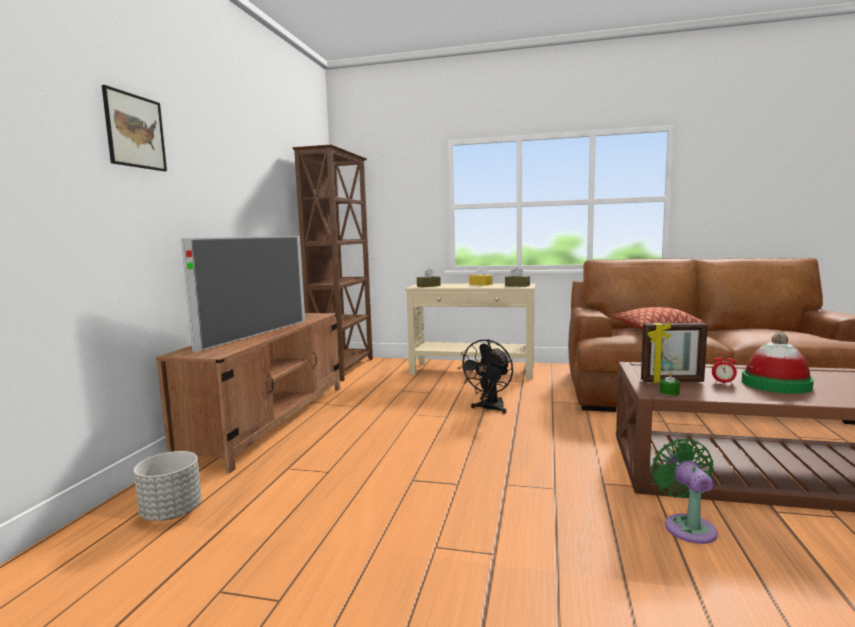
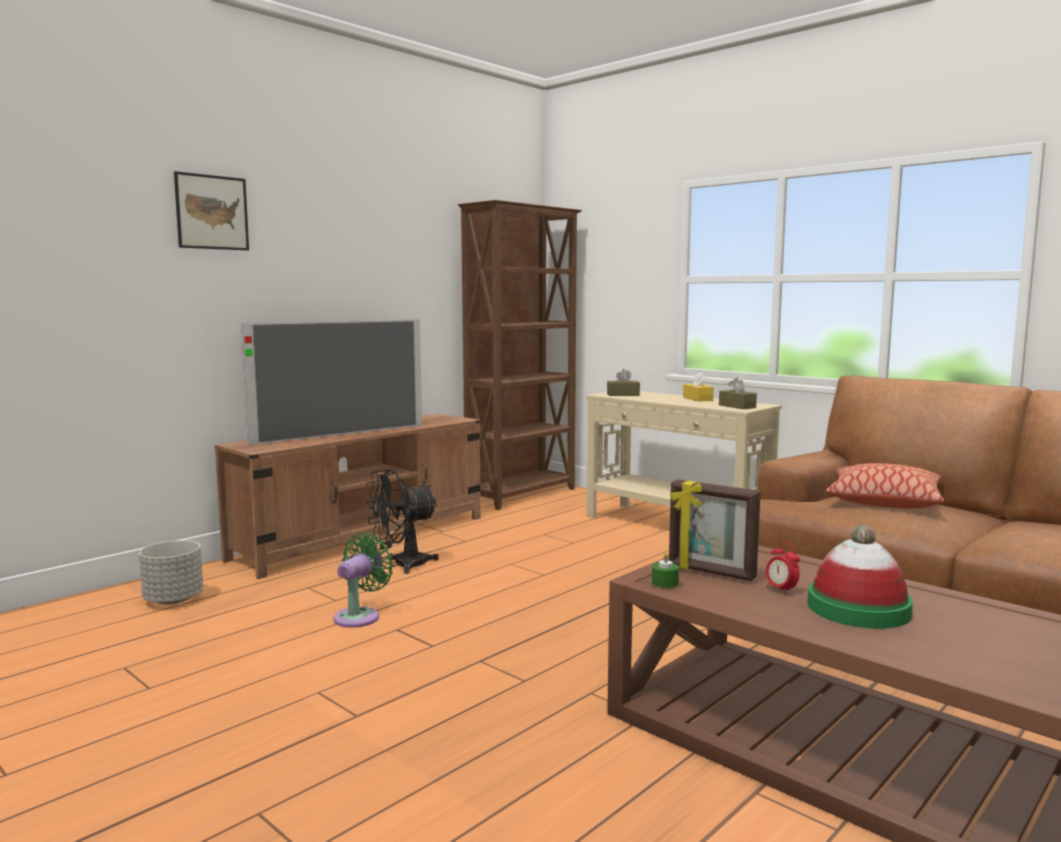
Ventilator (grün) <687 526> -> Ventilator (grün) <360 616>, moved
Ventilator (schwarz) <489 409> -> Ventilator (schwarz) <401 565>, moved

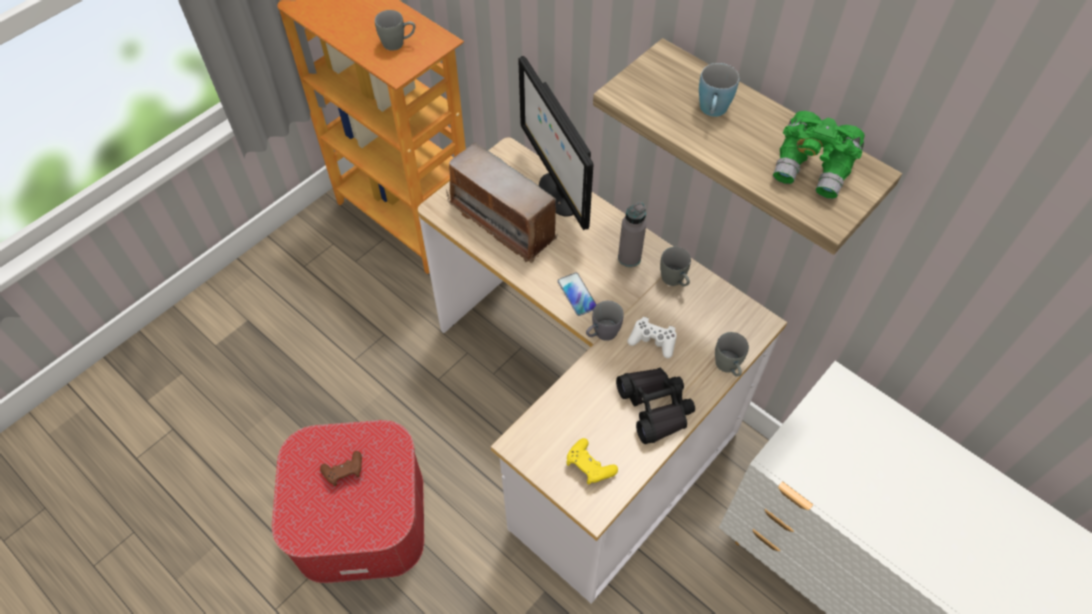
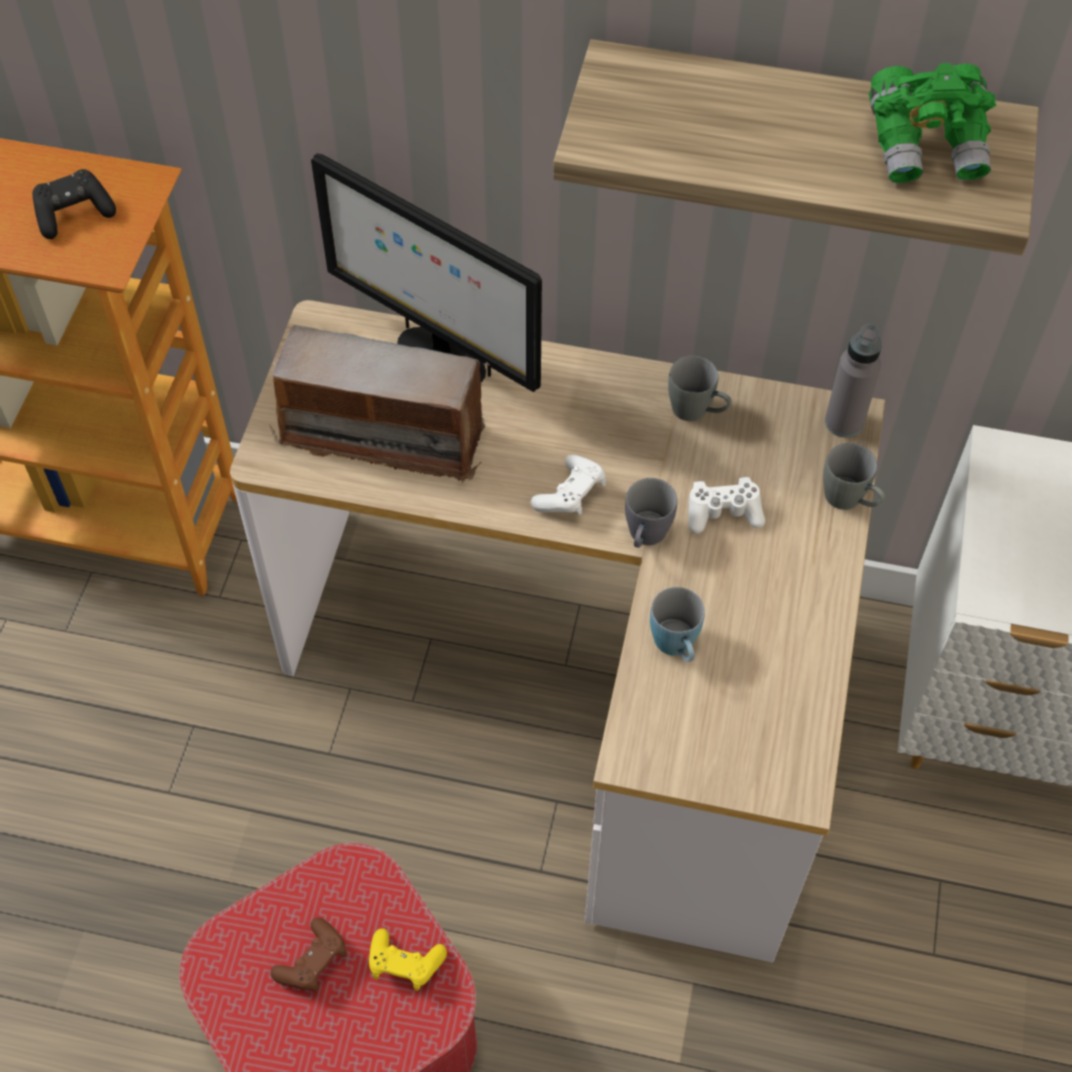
Henkelbecher (grau) <398 43> -> Gamepad (schwarz) <74 214>
Gamepad (gelb) <589 466> -> Gamepad (gelb) <405 964>, moved
Handy <577 294> -> Gamepad (weiß) <570 496>
Henkelbecher (blau) <712 112> -> Henkelbecher (blau) <677 647>, moved
Flasche (grau) <629 258> -> Flasche (grau) <844 422>, moved
Fernglas (schwarz) <655 407> -> none

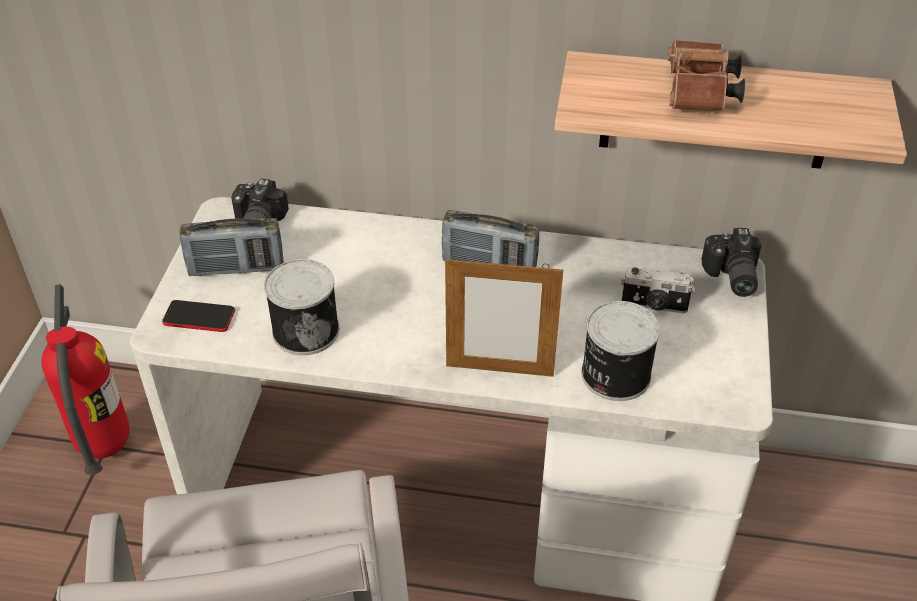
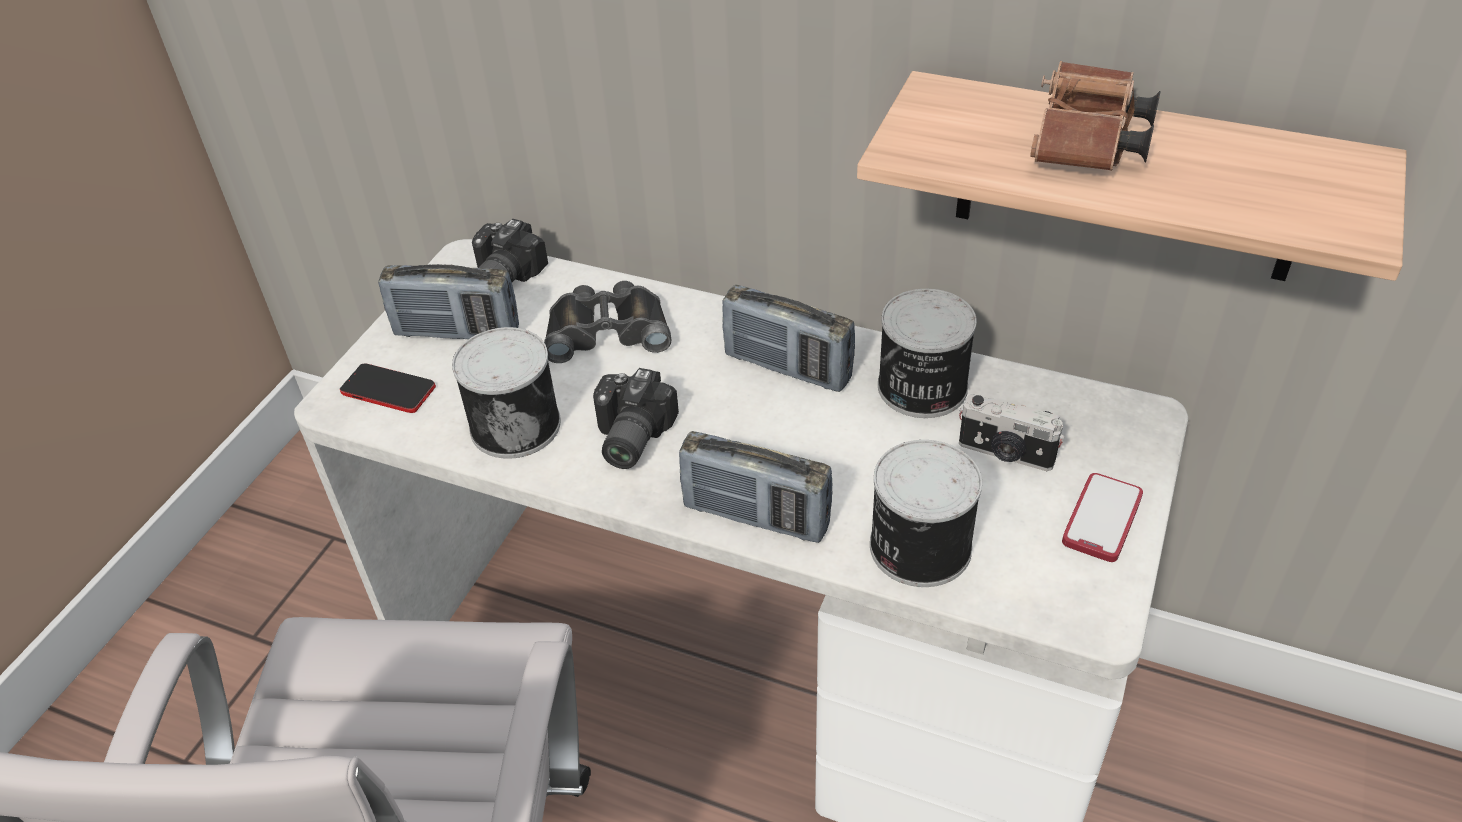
none -> Fernglas (schwarz) <607 330>
Kamera <730 277> -> Kamera <627 437>, moved
Bilderrahmen <499 370> -> Radio <756 516>
none -> Dose <921 388>
none -> Handy <1102 519>
Feuerlöscher <103 447> -> none

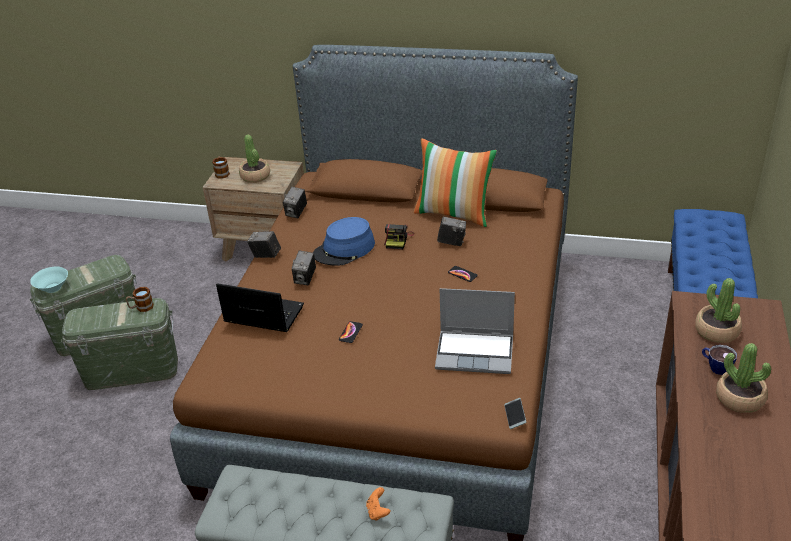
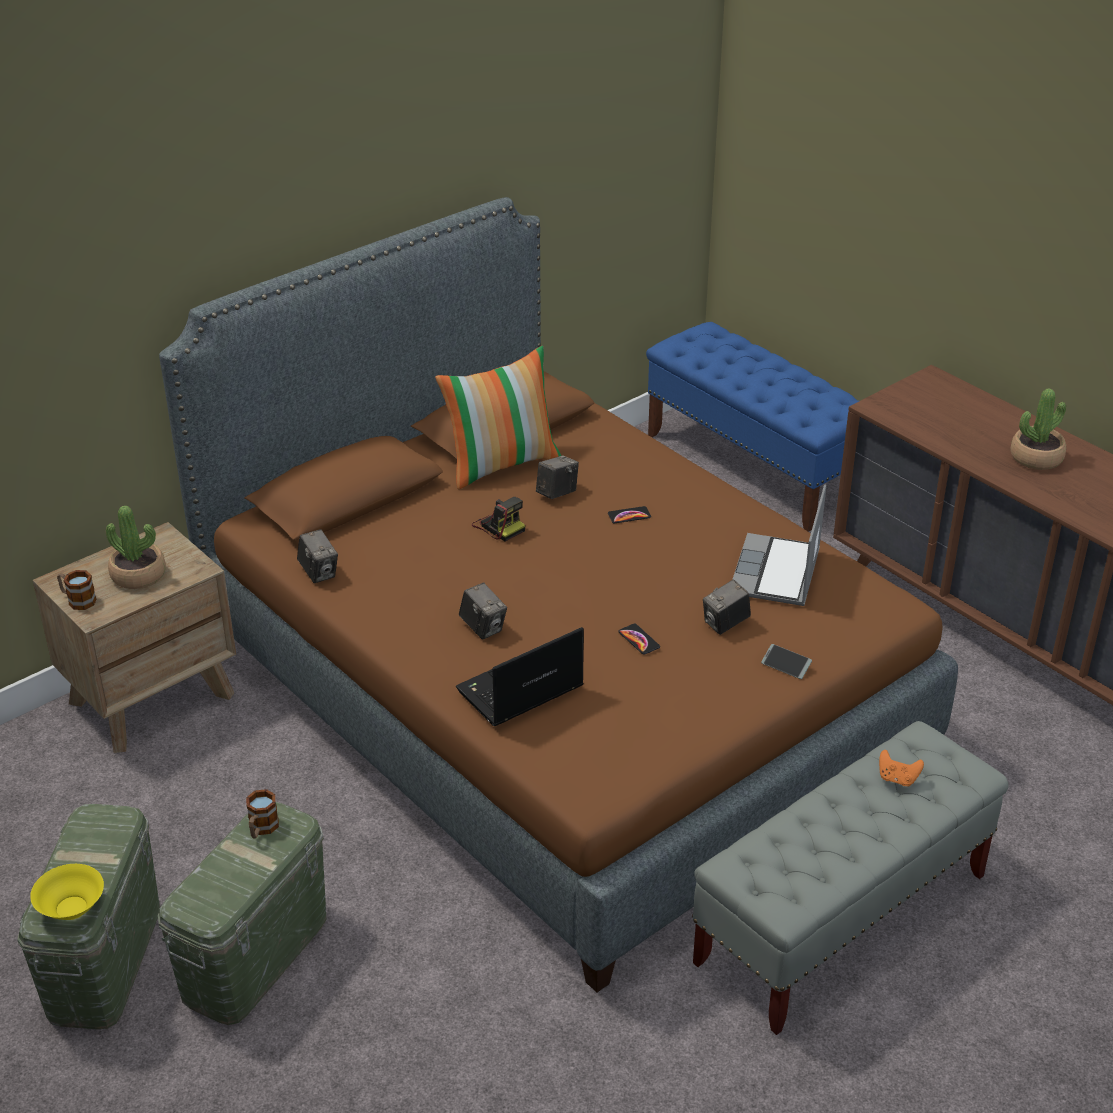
Schüssel (türkis) <52 288> -> Schüssel (gelb) <71 908>
Kamera <266 255> -> Kamera <725 624>, moved
Laptop <476 352> -> Laptop <776 574>, 150 degrees clockwise
Handy <515 416> -> Handy <786 665>, moved
Hut (blau) <344 249> -> none
Topfpflanze <716 331> -> none
Tasse <715 366> -> none

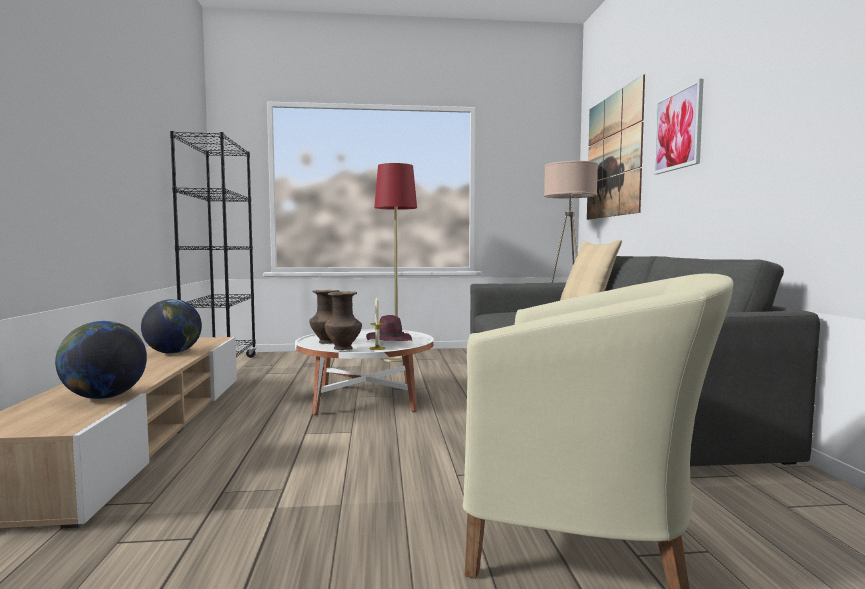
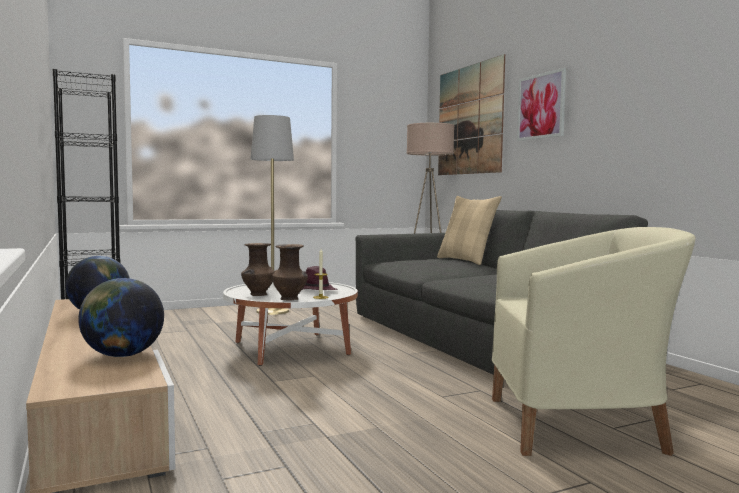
Stehlampe (rot) <396 358> -> Stehlampe (grau) <272 311>

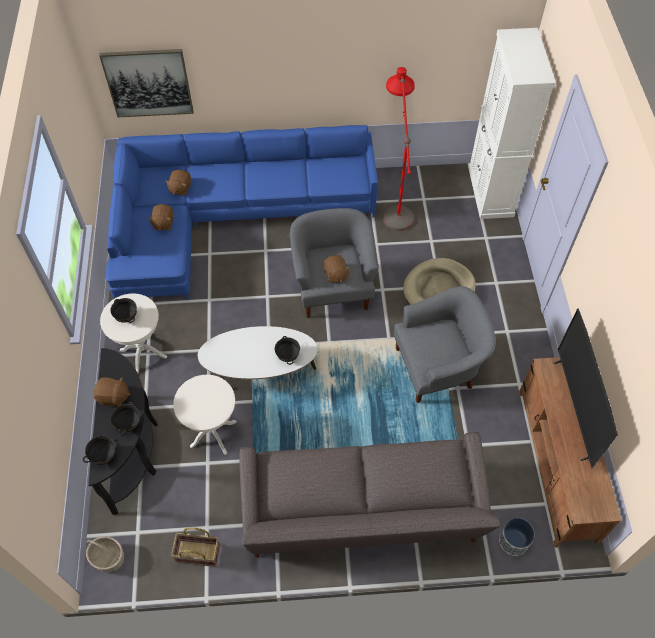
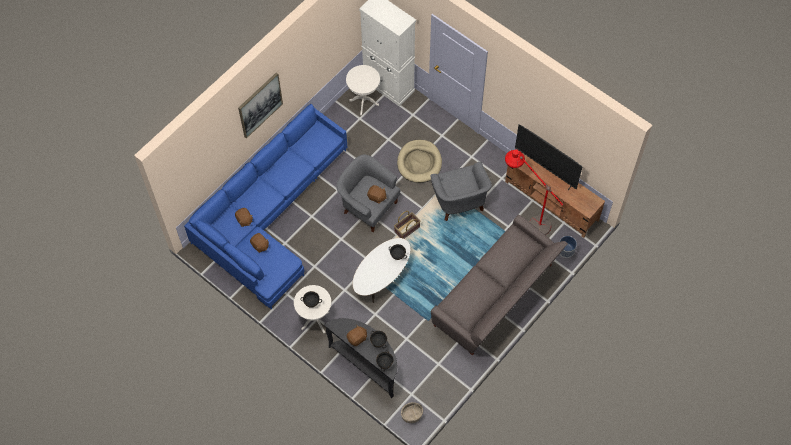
Bild <148 83> -> Bild <260 105>, moved
Beistelltisch (weiß) <213 434> -> Beistelltisch (weiß) <364 102>, moved
Korb <198 554> -> Korb <407 229>, moved
Sessel (grau) <437 368> -> Sessel (grau) <459 202>, 135 degrees clockwise
Stehlampe (rot) <395 201> -> Stehlampe (rot) <526 217>, moved

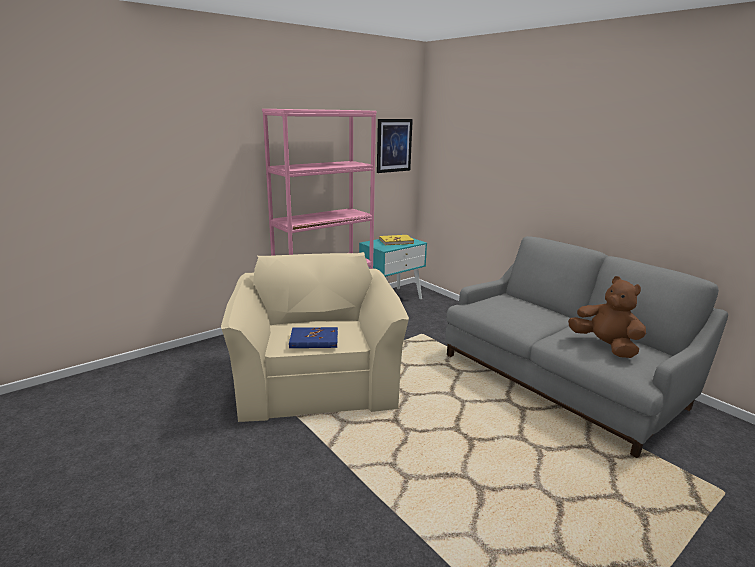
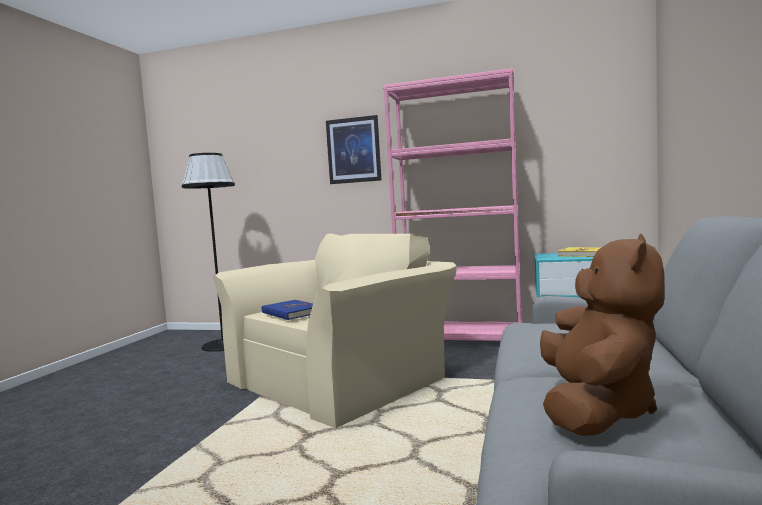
none -> Stehlampe (schwarz) <223 345>
Bild <394 145> -> Bild <353 150>, moved

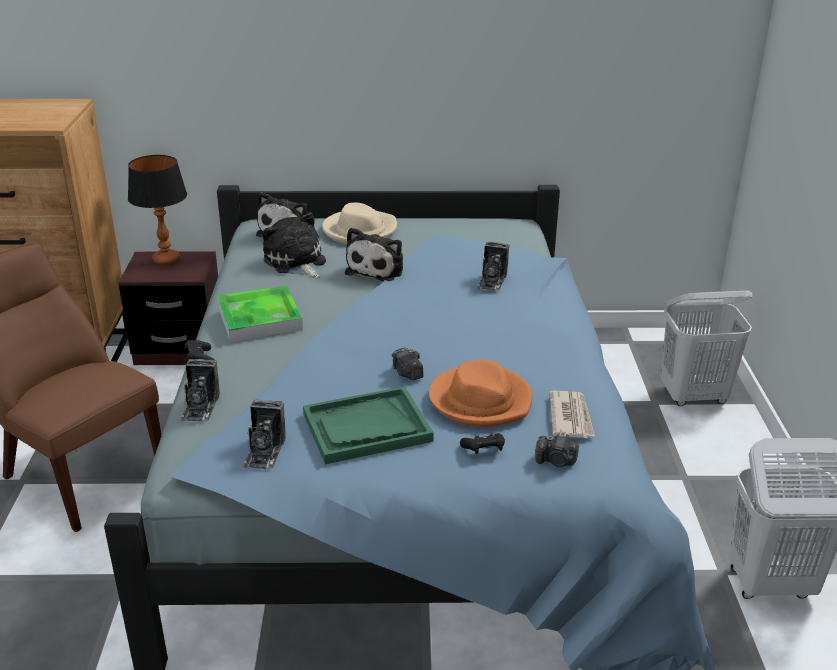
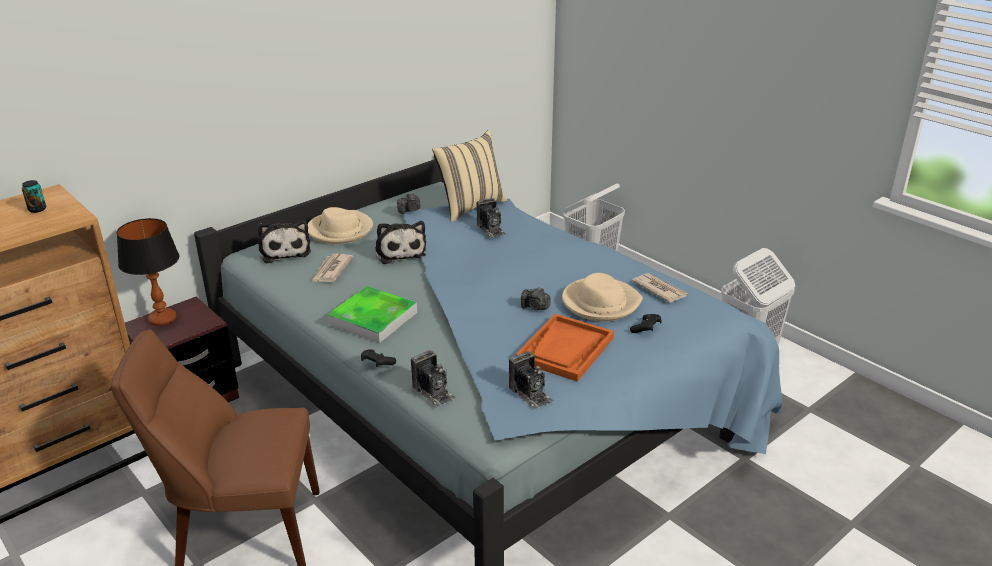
none -> Dose <37 209>
Plüschtier <296 262> -> Zeitung <331 270>
Kamera <556 461> -> Kamera <410 210>, moved
none -> Kissen (beige) <470 207>
Tablett (grün) <366 428> -> Tablett (orange) <565 349>
Hut (orange) <480 400> -> Hut (beige) <600 302>

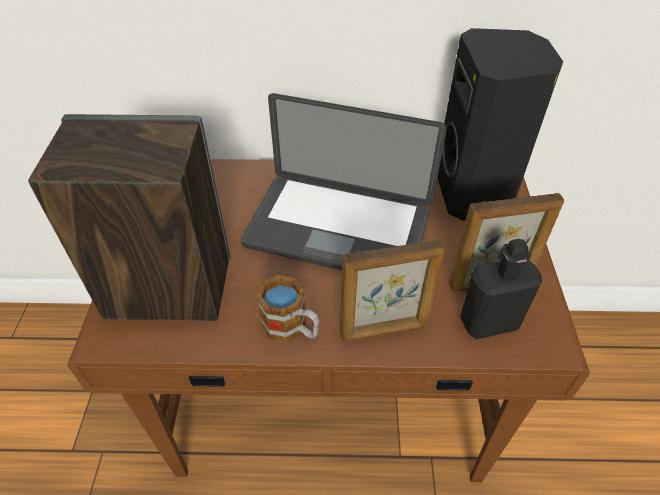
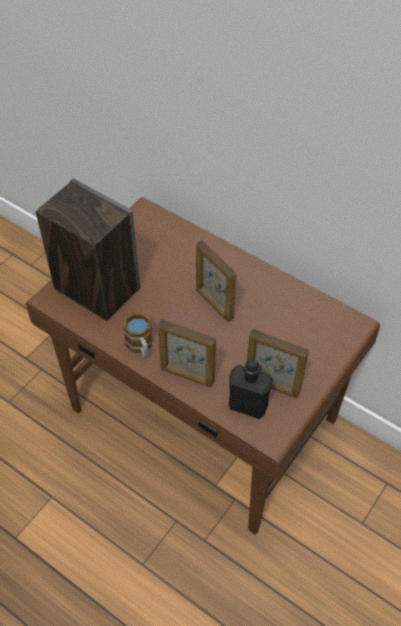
Laptop <338 229> -> Bilderrahmen <214 304>
Lautsprecher (schwarz) <475 193> -> none

